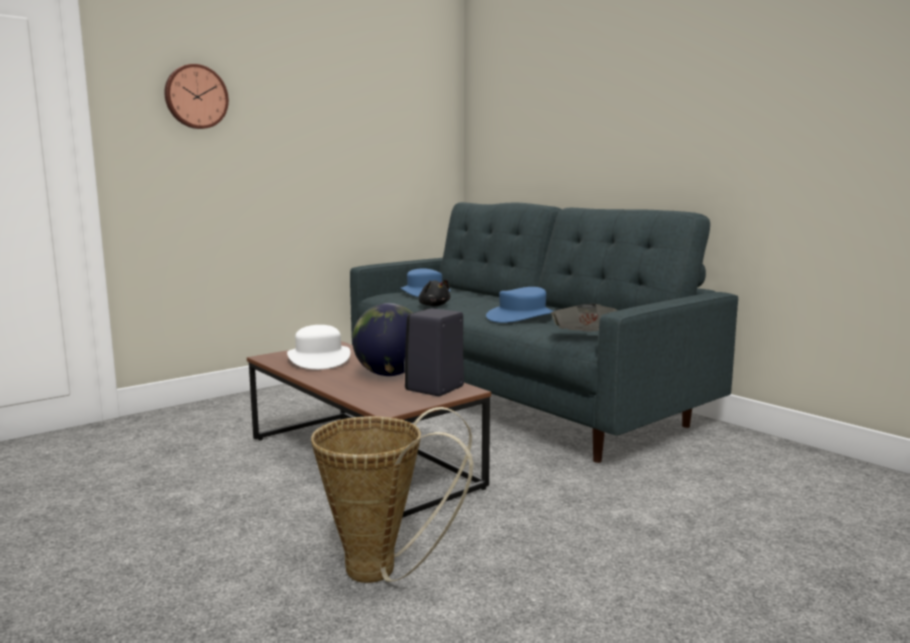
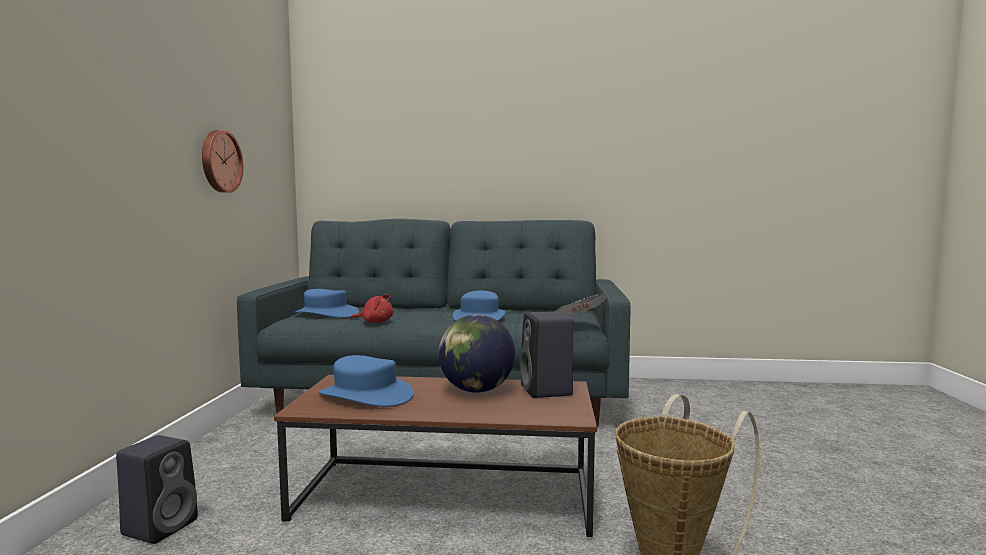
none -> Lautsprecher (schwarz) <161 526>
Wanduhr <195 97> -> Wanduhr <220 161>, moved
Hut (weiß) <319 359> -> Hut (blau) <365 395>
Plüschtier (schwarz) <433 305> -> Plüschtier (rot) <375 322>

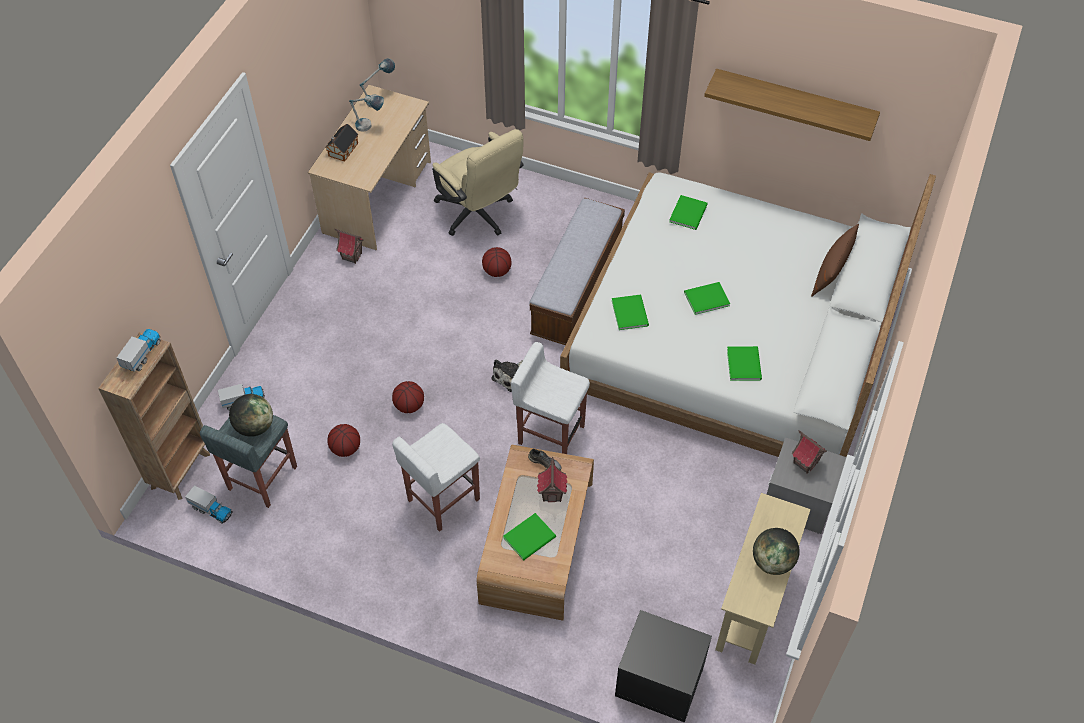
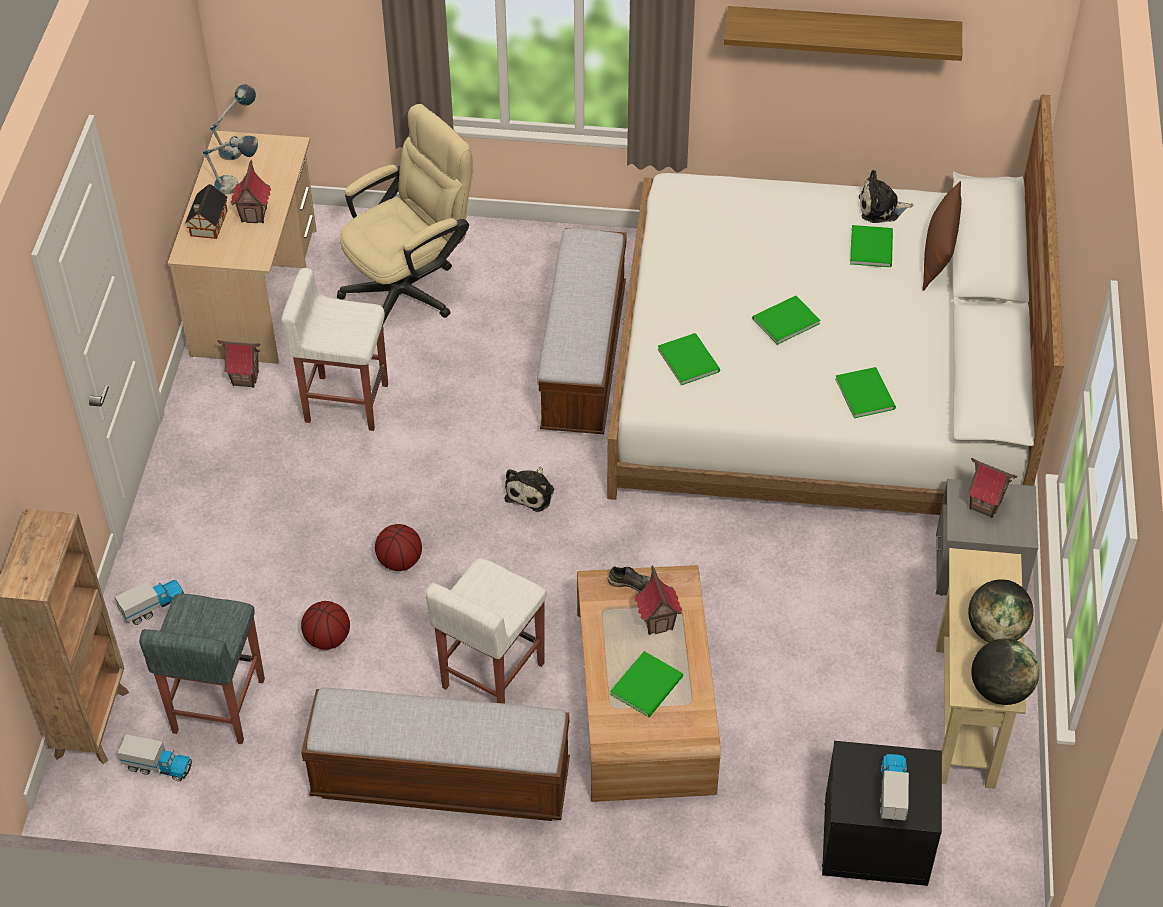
none -> Spielzeughaus <254 215>
Hocker (weiß) <550 434> -> Hocker (weiß) <345 402>, moved
none -> Bank <441 781>
Bürostuhl (beige) <479 215> -> Bürostuhl (beige) <410 288>, 75 degrees counterclockwise
Buch (grün) <689 213> -> Buch (grün) <872 247>, moved
none -> Plüschtier <881 208>
Spielzeuglaster <142 355> -> Spielzeuglaster <892 794>, moved
Globus <254 427> -> Globus <1000 690>, moved
Basketball <497 271> -> none

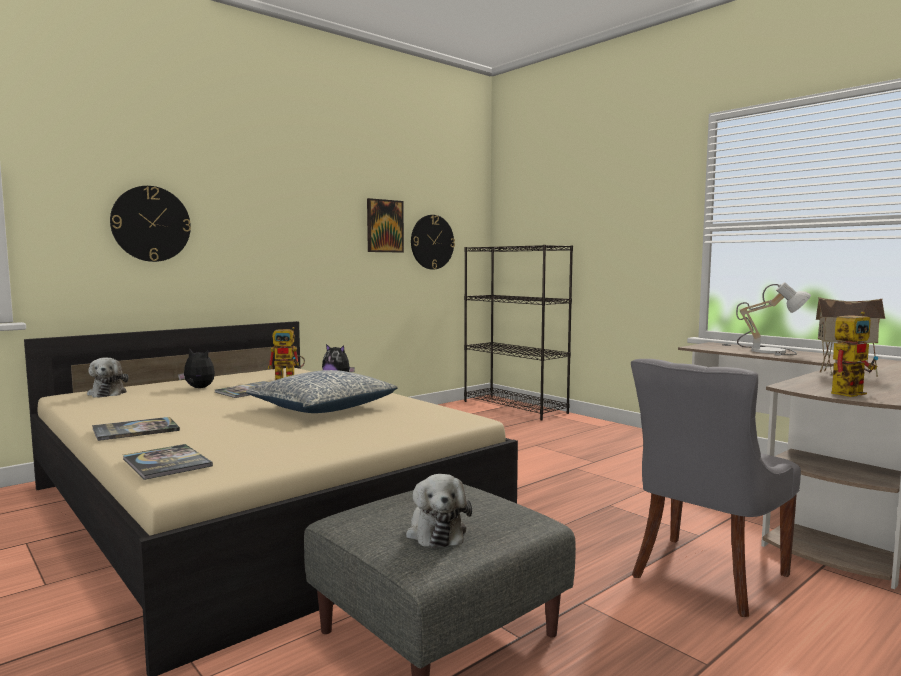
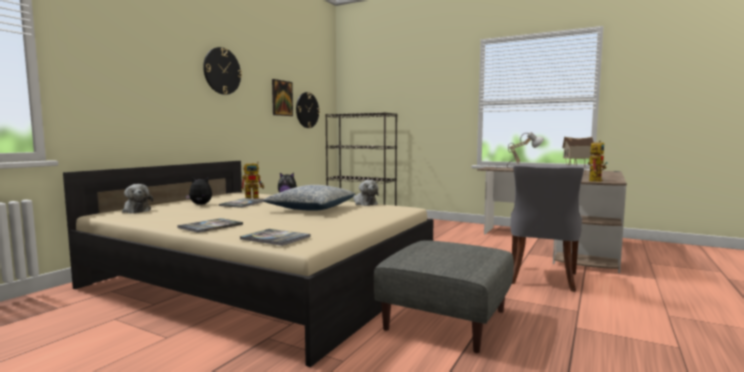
Wanduhr <151 224> -> Wanduhr <222 71>, moved
Plüschtier <436 532> -> Plüschtier <364 203>, moved

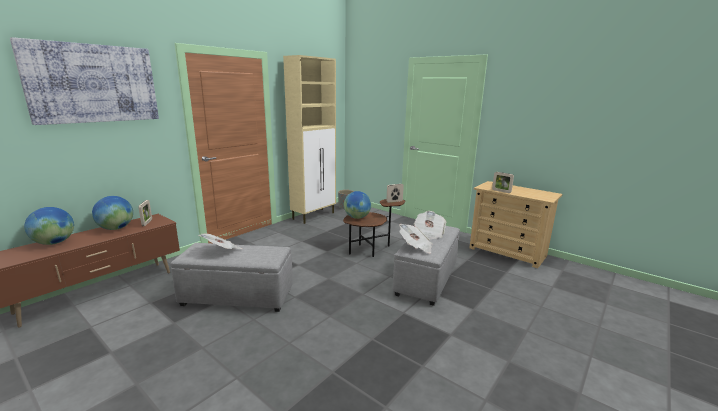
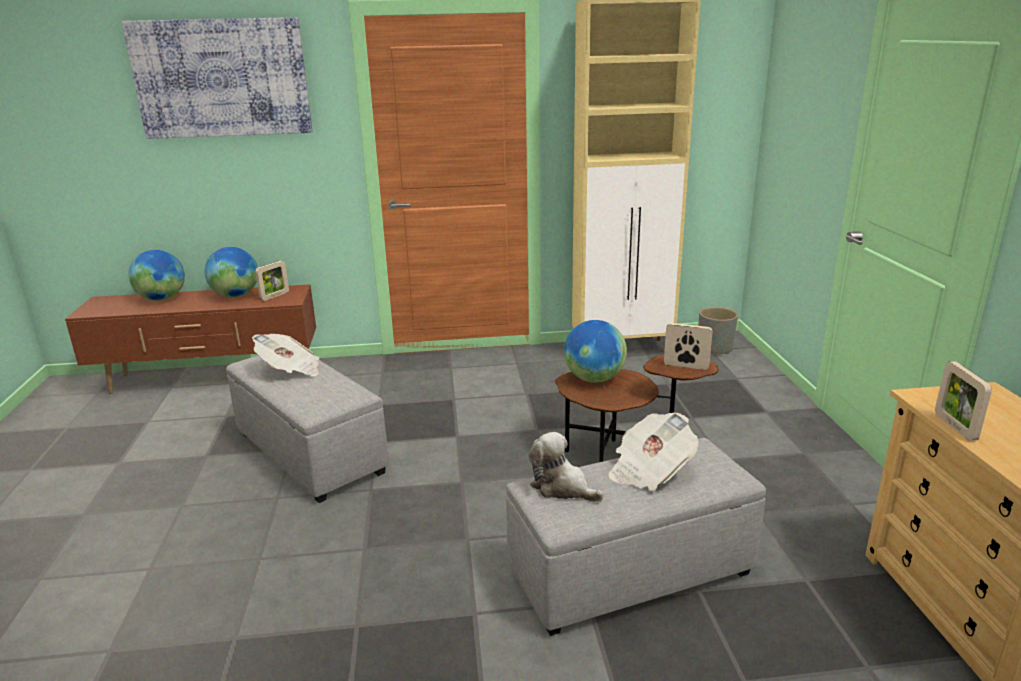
Zeitung <415 247> -> Plüschtier <562 487>

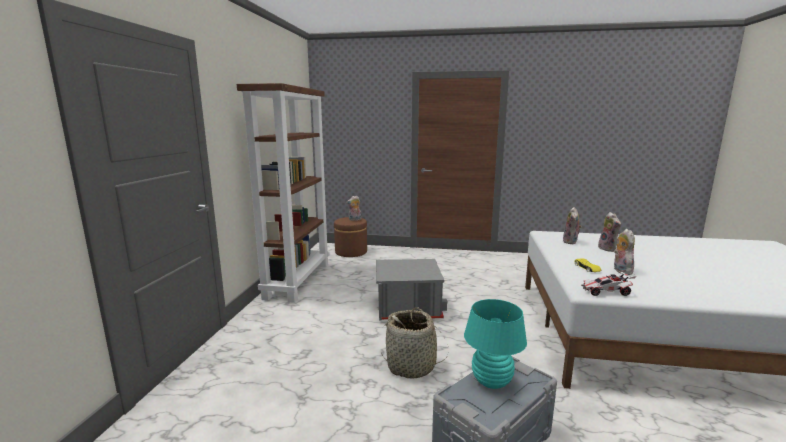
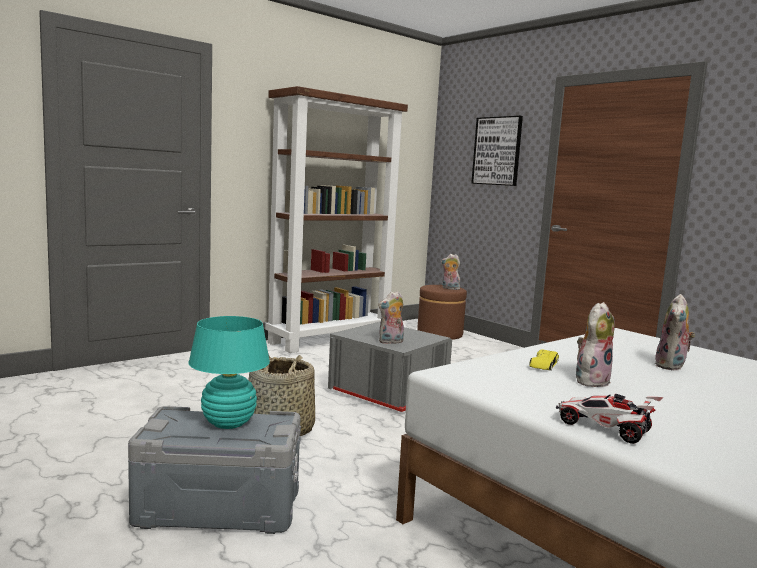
Plüschtier <571 242> -> Plüschtier <391 342>, moved
none -> Bild <497 151>
Spielzeugauto <606 292> -> Spielzeugauto <604 429>, moved

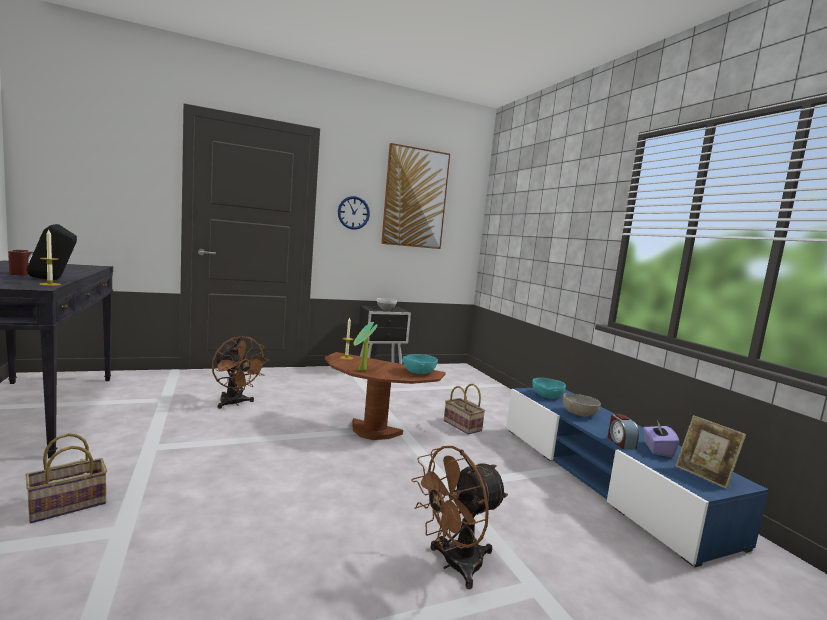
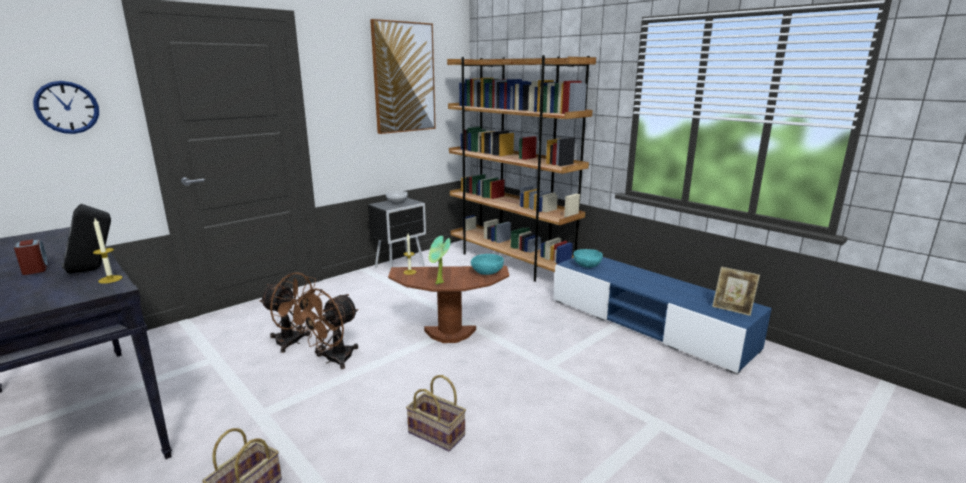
Wanduhr <353 213> -> Wanduhr <67 107>, moved
Ventilator (braun) <453 565> -> Ventilator (braun) <333 360>, moved
Korb <463 426> -> Korb <438 434>, moved
none -> Bücherregal (braun) <511 262>
Schüssel (grau) <579 413> -> none
Wecker <620 442> -> none
Taschentuchbox (lila) <657 449> -> none

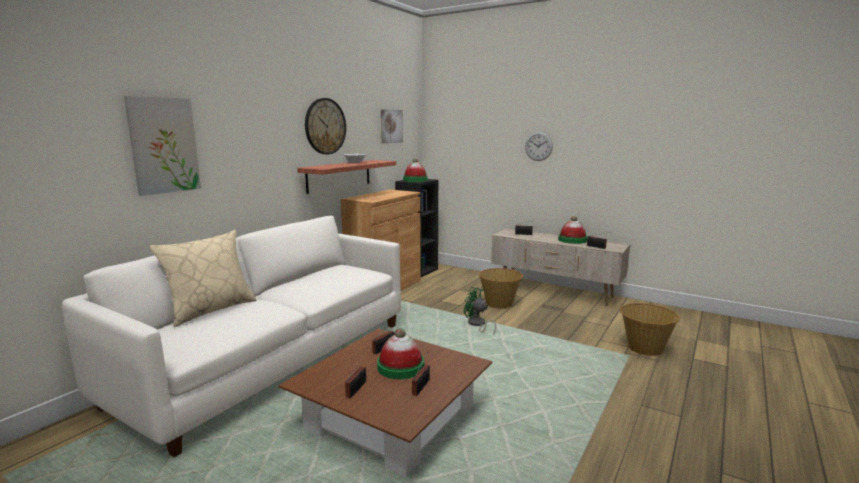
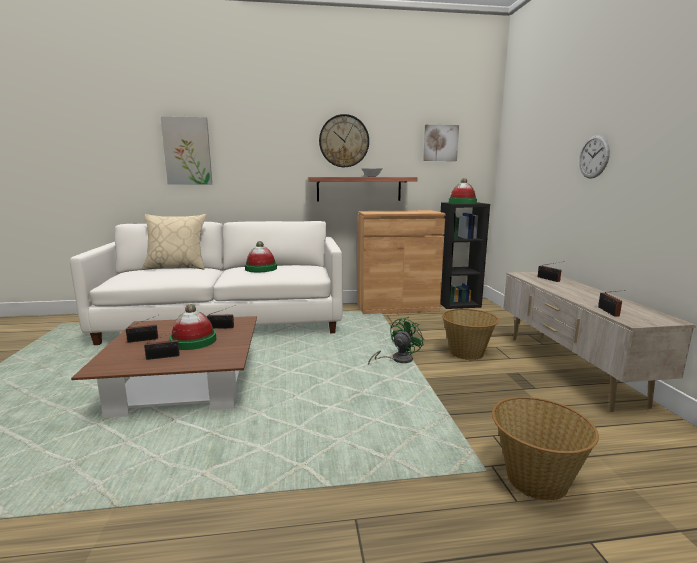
Hut <572 240> -> Hut <261 268>, moved
Ventilator (grün) <477 325> -> Ventilator (grün) <397 360>, 45 degrees clockwise

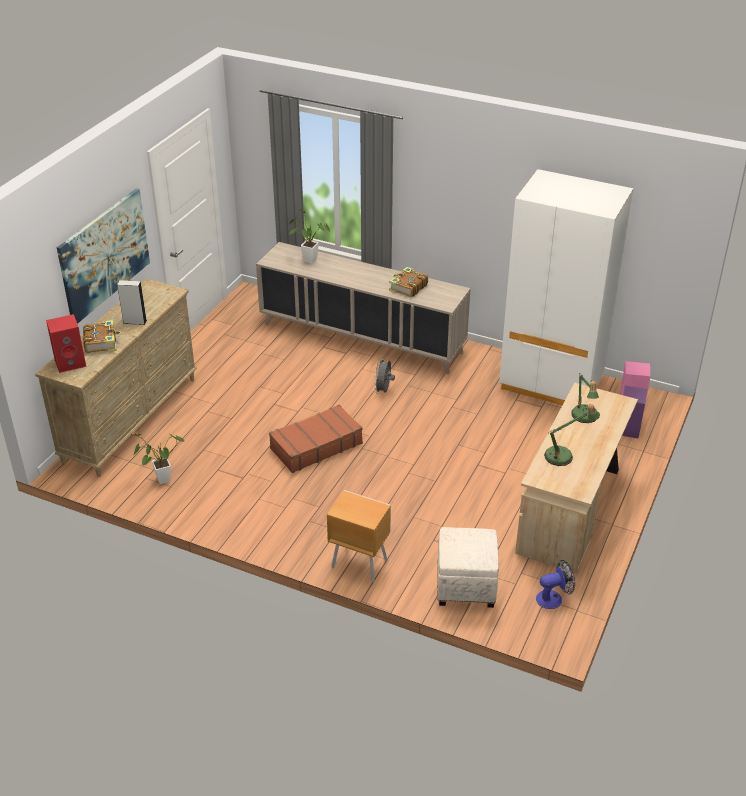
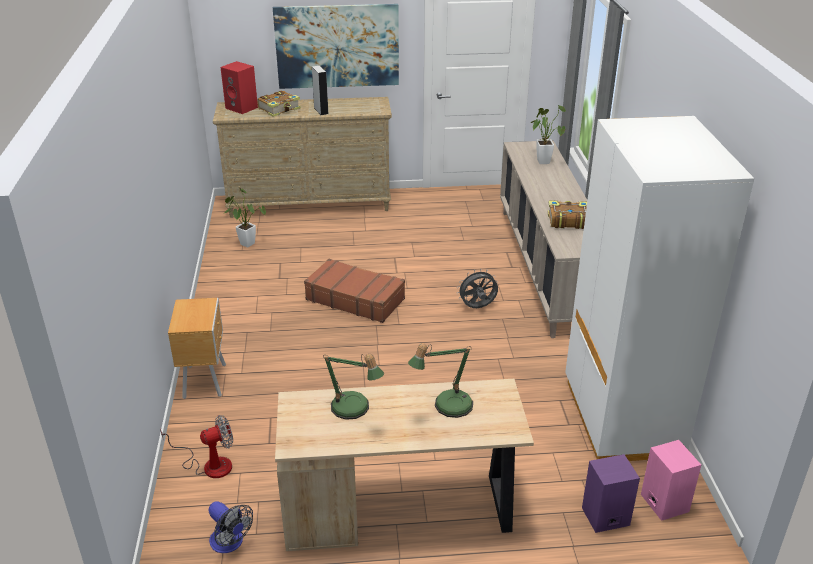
Polsterhocker (weiß) <465 588> -> Ventilator <209 464>

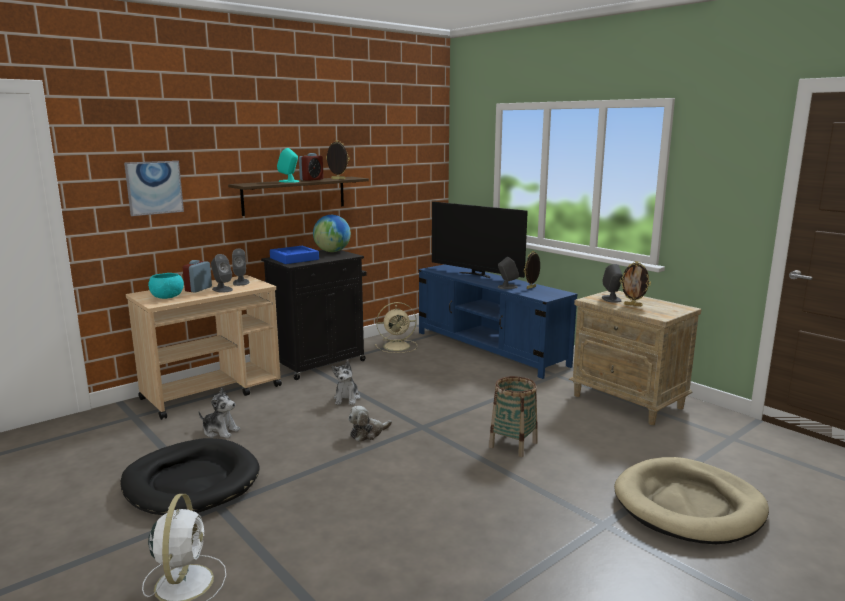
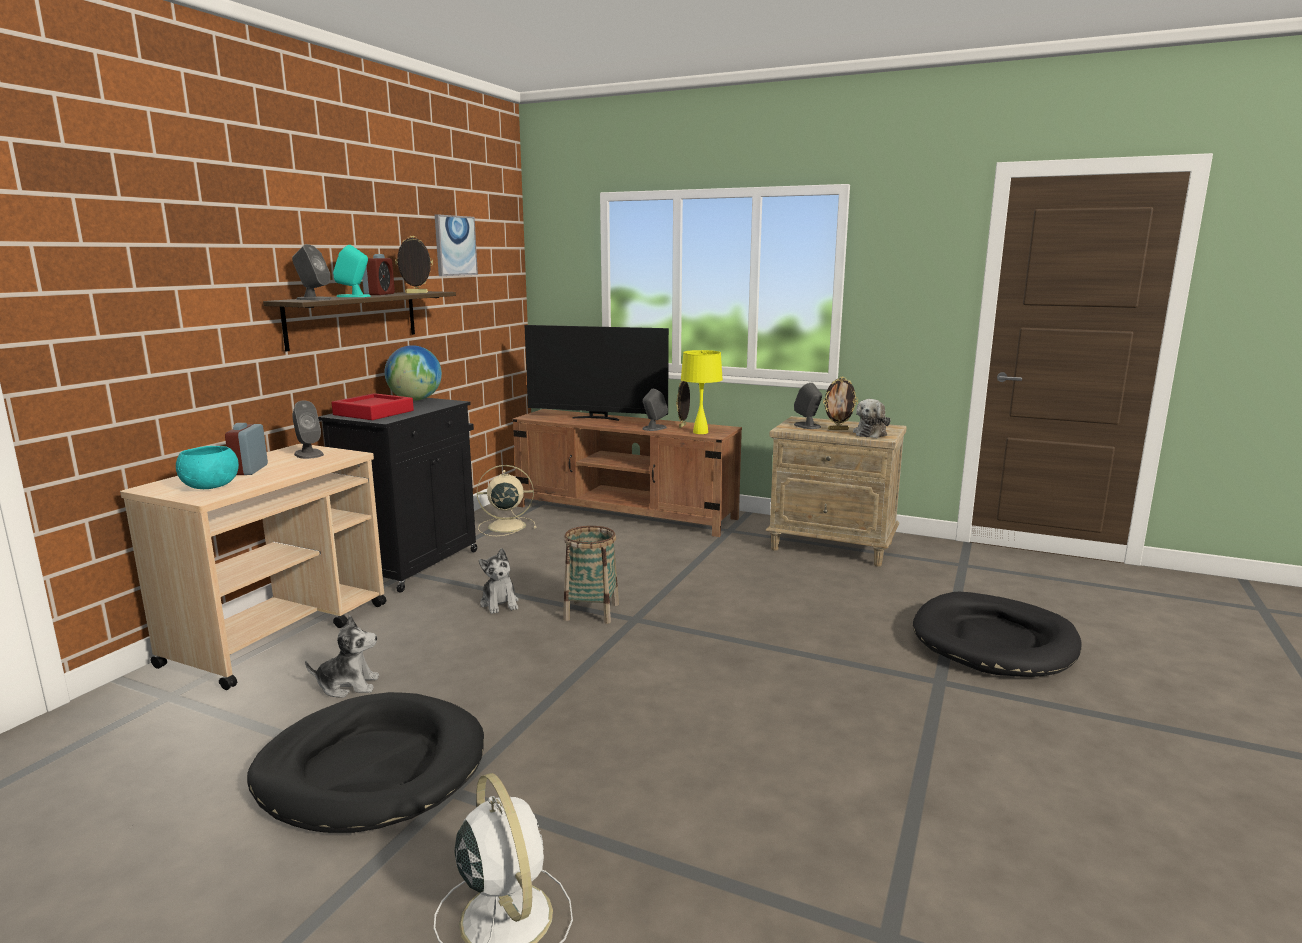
Lautsprecher (grau) <222 289> -> Lautsprecher (grau) <313 299>, moved
Tablett (blau) <294 259> -> Tablett (rot) <373 413>
Bild <154 187> -> Bild <455 245>, moved
Ventilator (beige) <398 346> -> Ventilator (beige) <505 526>, 150 degrees counterclockwise
Fernsehschrank (blau) <490 349> -> Fernsehschrank (braun) <625 512>
Korb <513 444> -> Korb <591 612>, moved
none -> Tischlampe (gelb) <700 432>
Plüschtier <368 433> -> Plüschtier <871 433>, moved
Hundebett (beige) <689 505> -> Hundebett (schwarz) <994 641>

